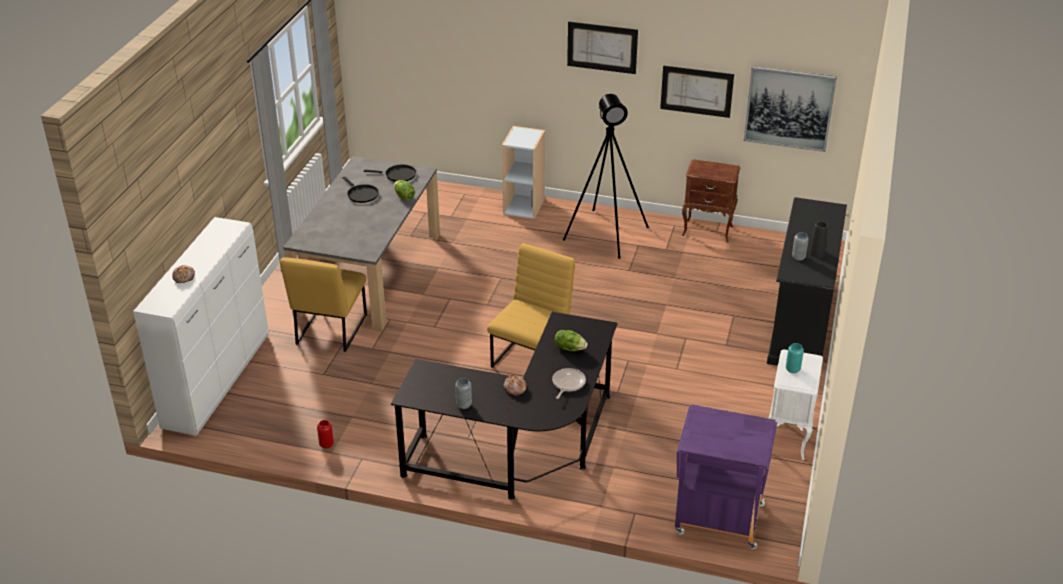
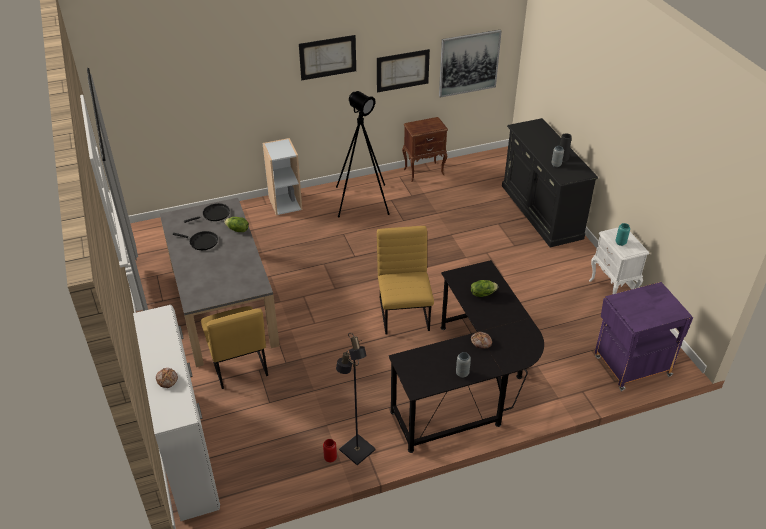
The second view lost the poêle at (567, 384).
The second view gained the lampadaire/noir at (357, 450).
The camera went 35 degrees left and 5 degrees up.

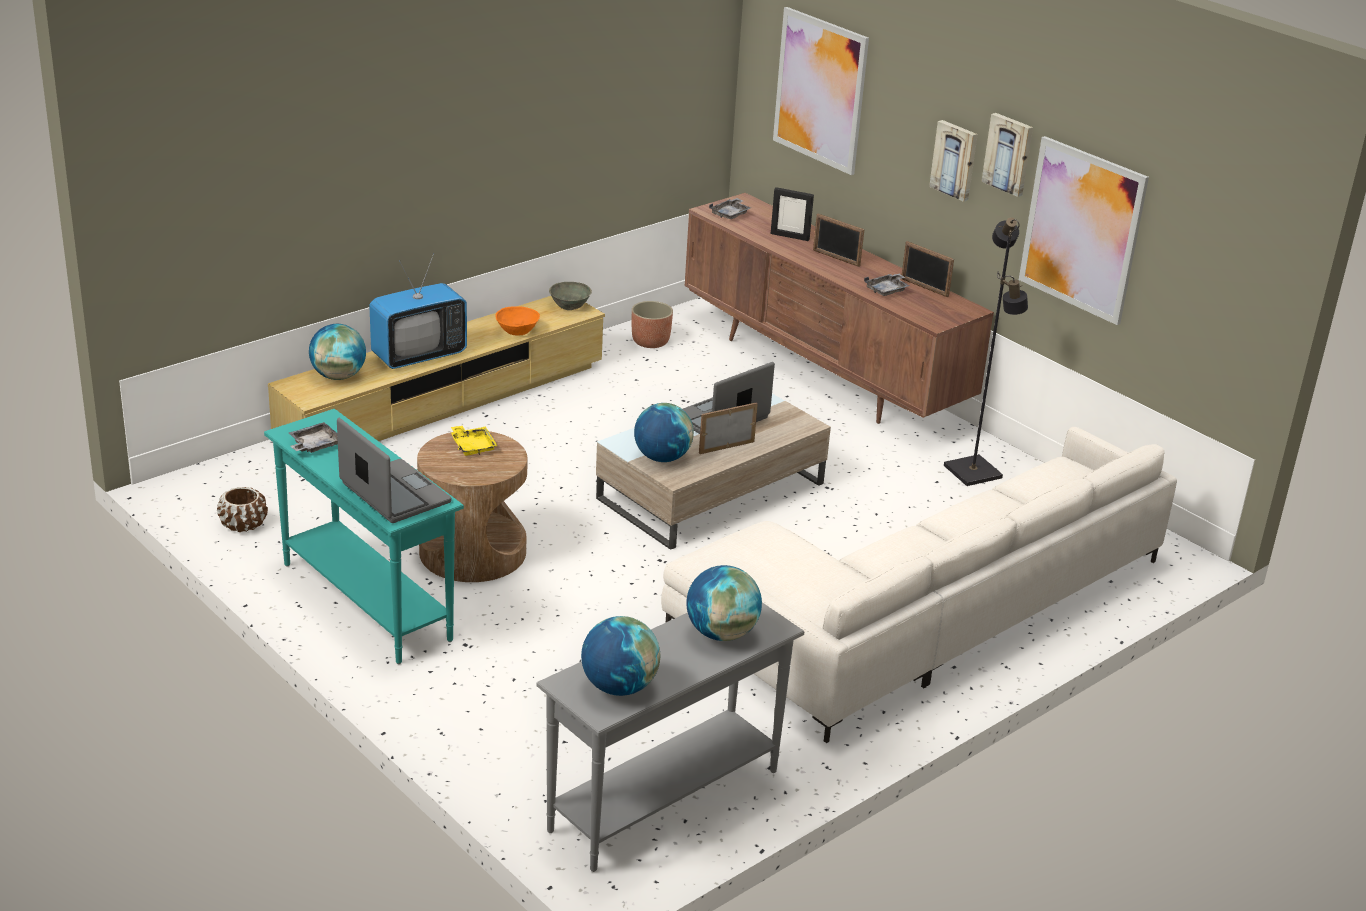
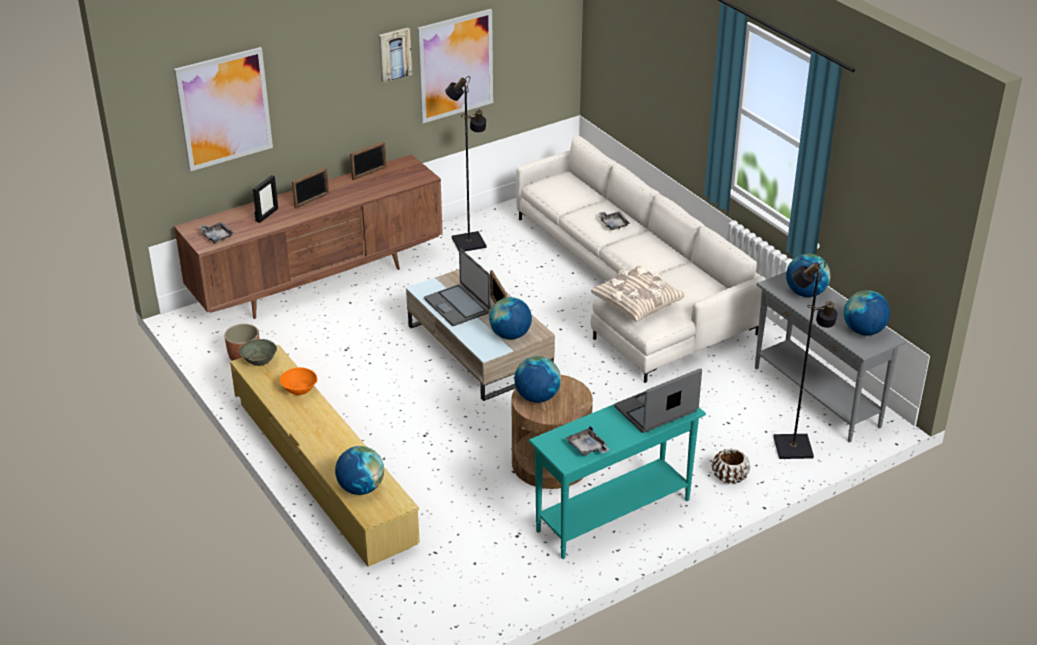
The cache-pot/marron ended up elsewhere, having gone from (243, 524) to (729, 476).
The second view lost the téléviseur at (419, 355).
Where the plateau/jaune stood at (472, 446), the globe came to stand at (537, 397).
The plateau/gris ended up elsewhere, having gone from (887, 290) to (613, 224).
The second view lost the tableau at (955, 160).
The second view gained the coussin/beige at (637, 305).
The second view gained the lampadaire/noir at (793, 447).
The camera went 80 degrees left and 5 degrees up.

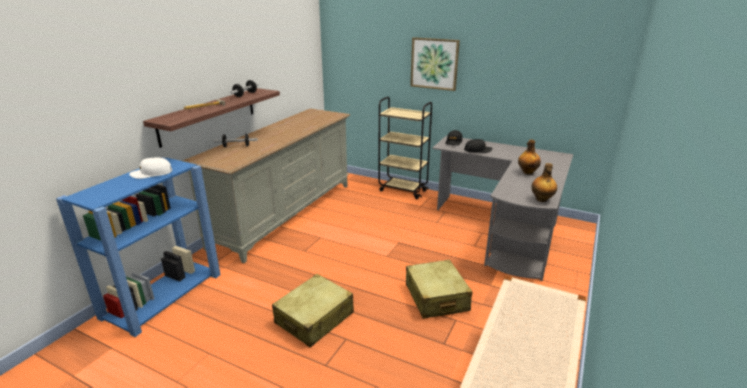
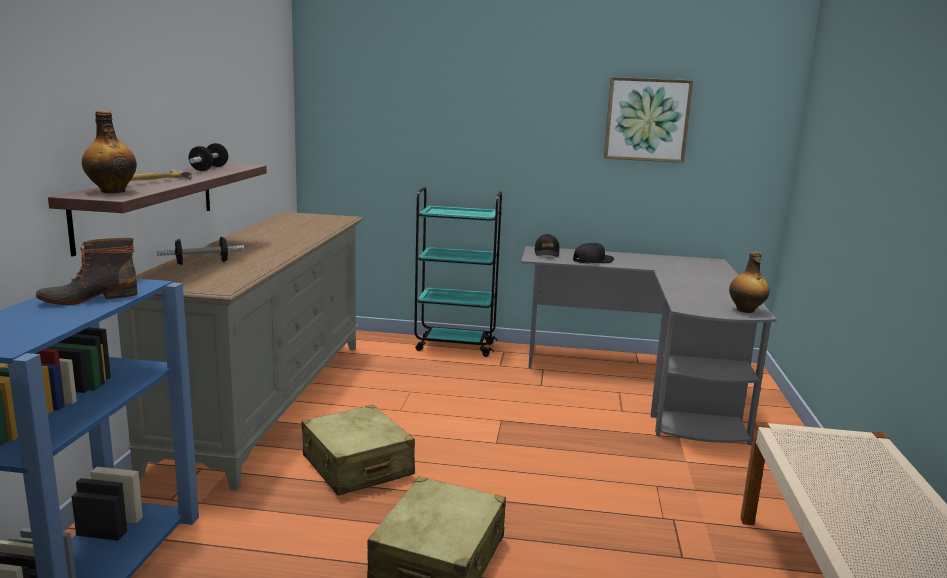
Where the casquette/blanc stood at (152, 173), the botte came to stand at (88, 298).
What was the chariot/beige at (403, 191) turned into the chariot/turquoise at (456, 347).
The valise/beige ended up elsewhere, having gone from (436, 298) to (357, 466).
The tableau ended up elsewhere, having gone from (434, 63) to (647, 119).
The bouteille ended up elsewhere, having gone from (527, 172) to (112, 191).
The camera went 20 degrees left and 10 degrees down.

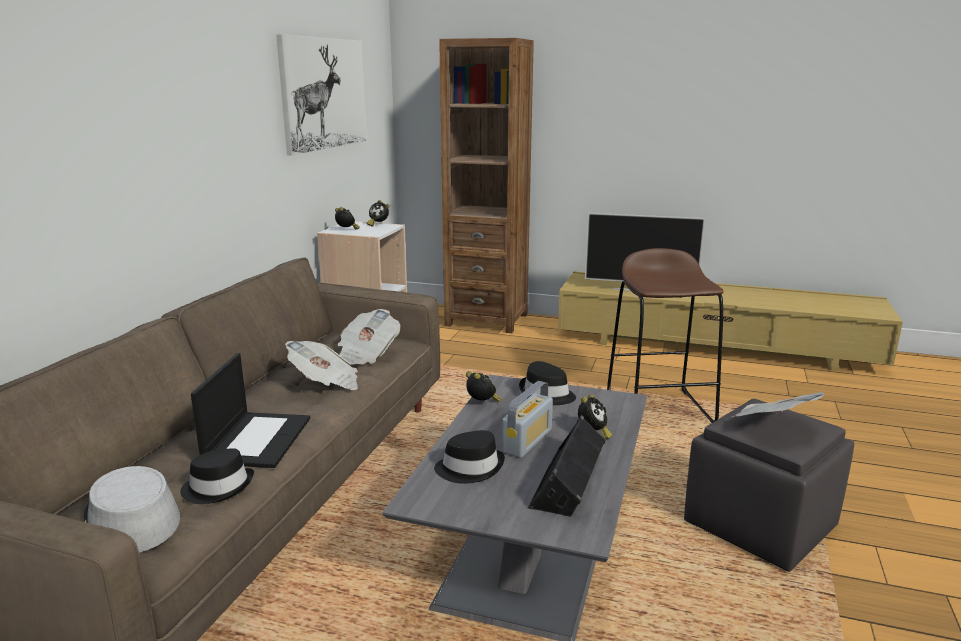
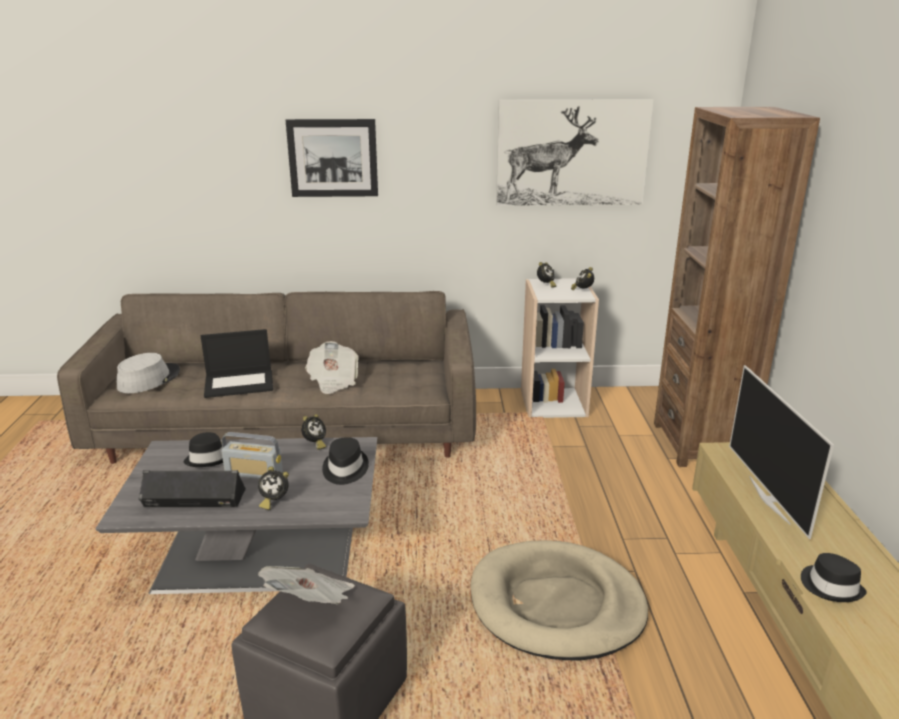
The chapeau/noir ended up elsewhere, having gone from (218, 487) to (831, 586).
The second view lost the journal at (366, 355).
Where the tabouret/marron stood at (659, 409), the panier pour chien/beige came to stand at (556, 604).
The second view gained the tableau at (333, 158).
The camera went 70 degrees right and 5 degrees up.

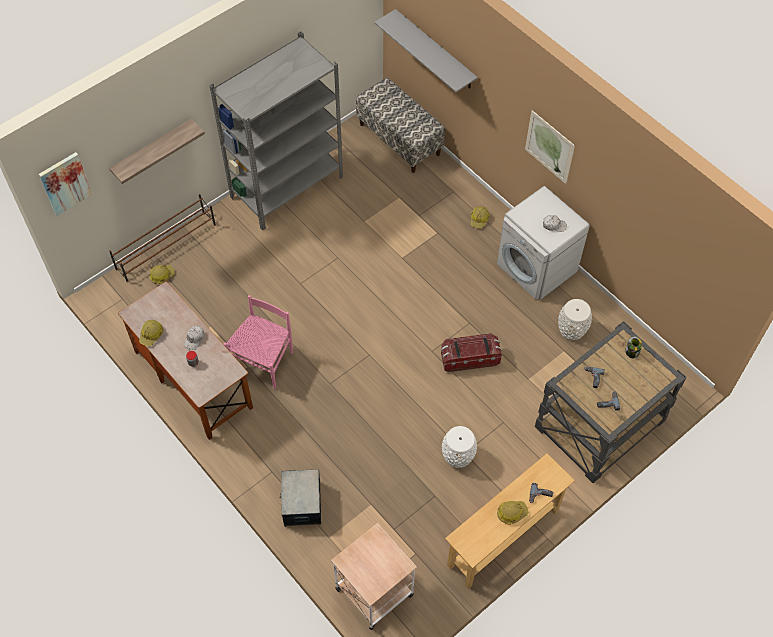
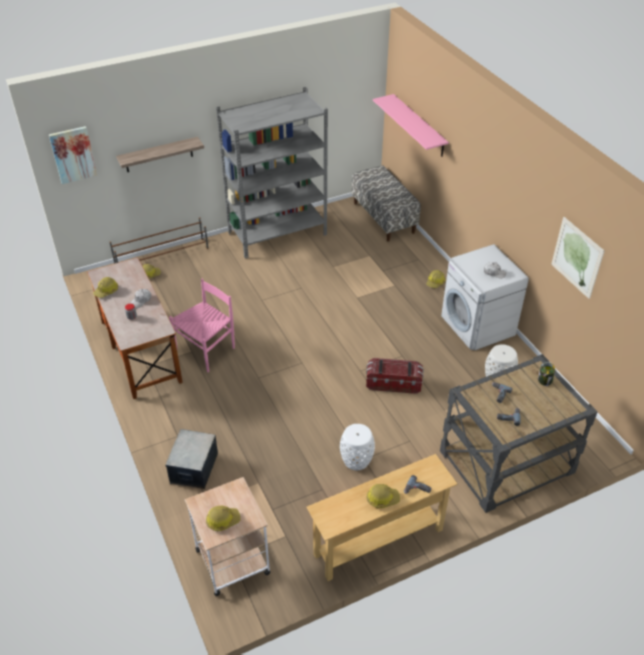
What was the étagère/gris at (435, 50) turned into the étagère/rose at (419, 126).
The tableau ended up elsewhere, having gone from (549, 147) to (577, 257).
The second view gained the casque de chantier at (222, 520).
The camera went 15 degrees right and 15 degrees down.

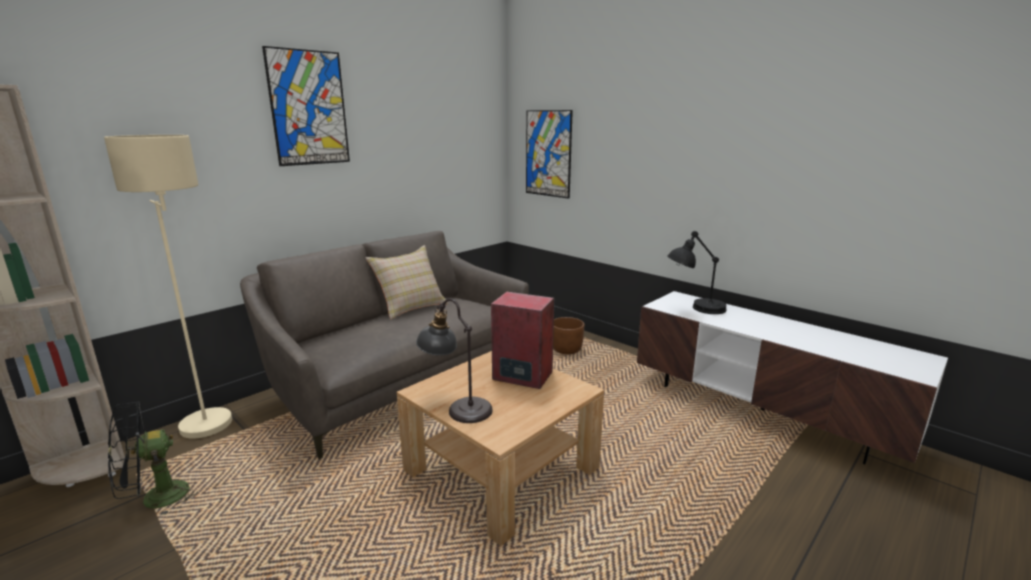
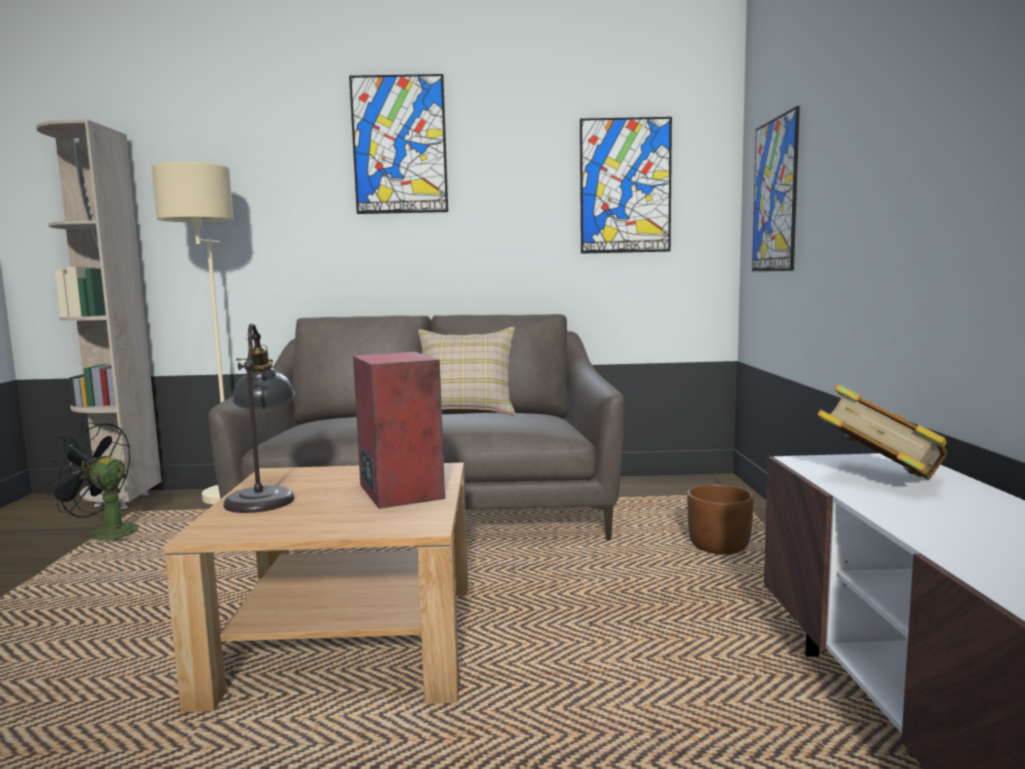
Where the lampe de table/noir stood at (695, 309), the livre came to stand at (880, 479).
The second view gained the tableau at (625, 186).
The camera went 45 degrees right and 10 degrees down.

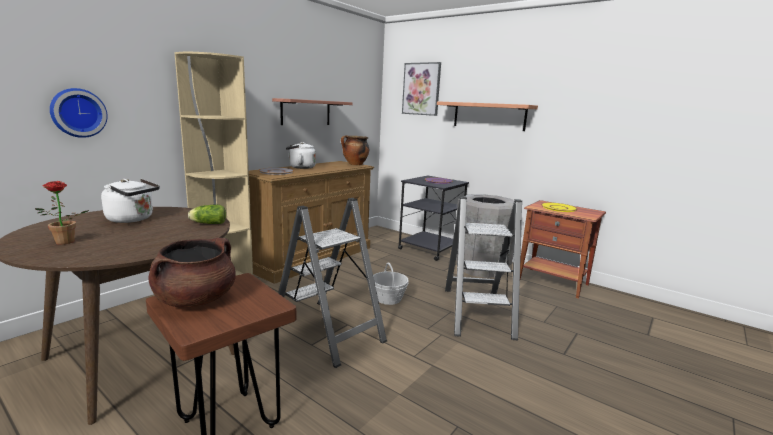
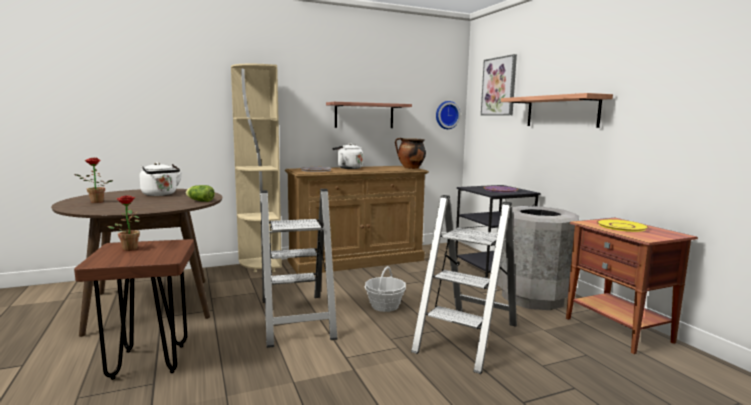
The horloge murale ended up elsewhere, having gone from (78, 113) to (446, 115).
Where the marmite/marron stood at (196, 300), the plante en pot came to stand at (129, 248).
The camera went 30 degrees right and 5 degrees down.

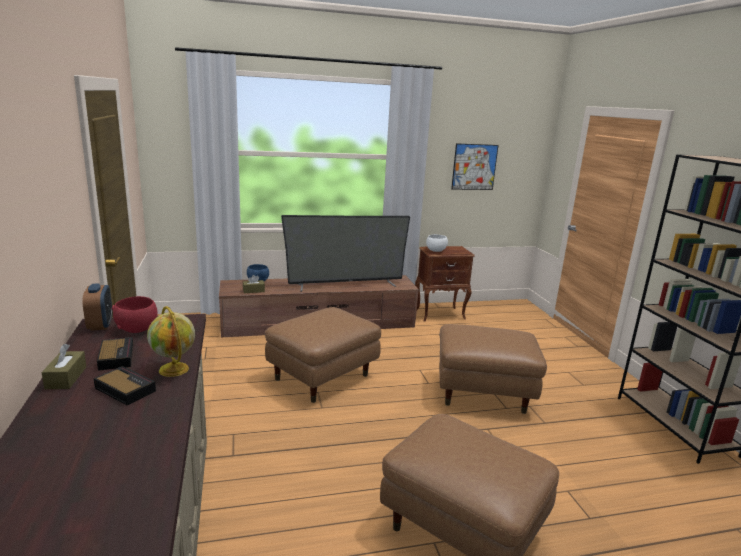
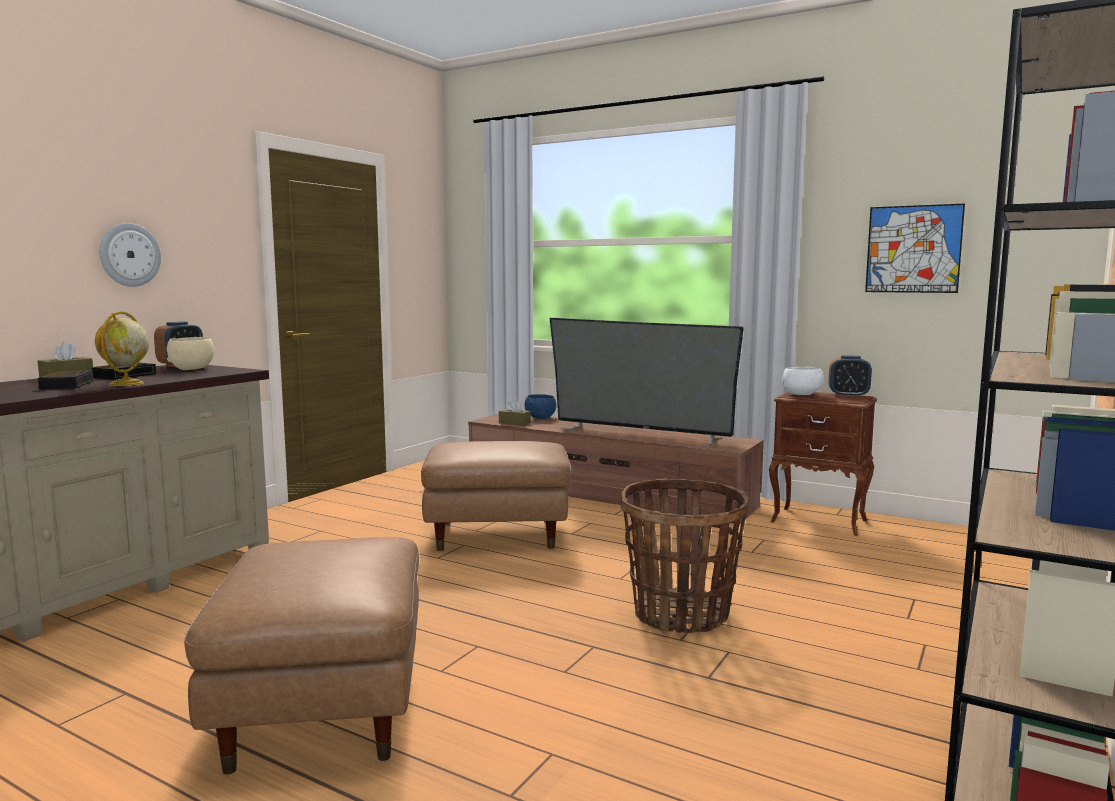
What was the bol/rouge at (137, 329) turned into the bol/beige at (192, 369).
Where the pouf/marron stood at (484, 393), the panier came to stand at (681, 614).
The second view gained the horloge murale at (129, 255).
The second view gained the réveil at (848, 395).
The camera went 45 degrees right and 10 degrees down.

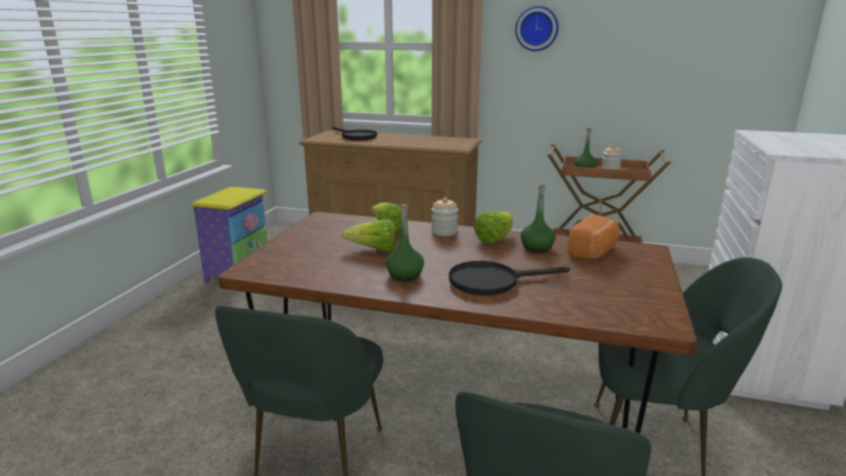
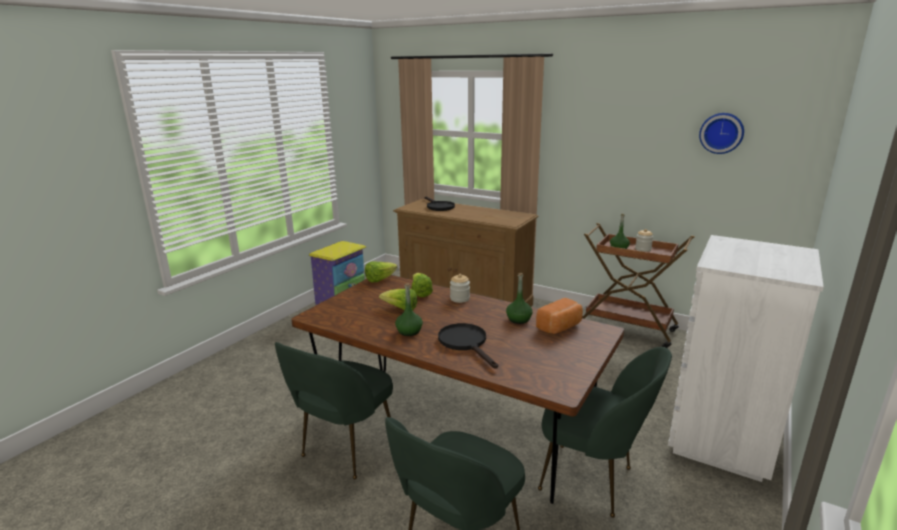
The poêle/noir at (492, 281) ended up facing another way, 60 degrees clockwise from before.
The laitue ended up elsewhere, having gone from (494, 239) to (380, 279).
The horloge murale ended up elsewhere, having gone from (537, 28) to (721, 133).
The camera went 15 degrees right and 0 degrees up.

